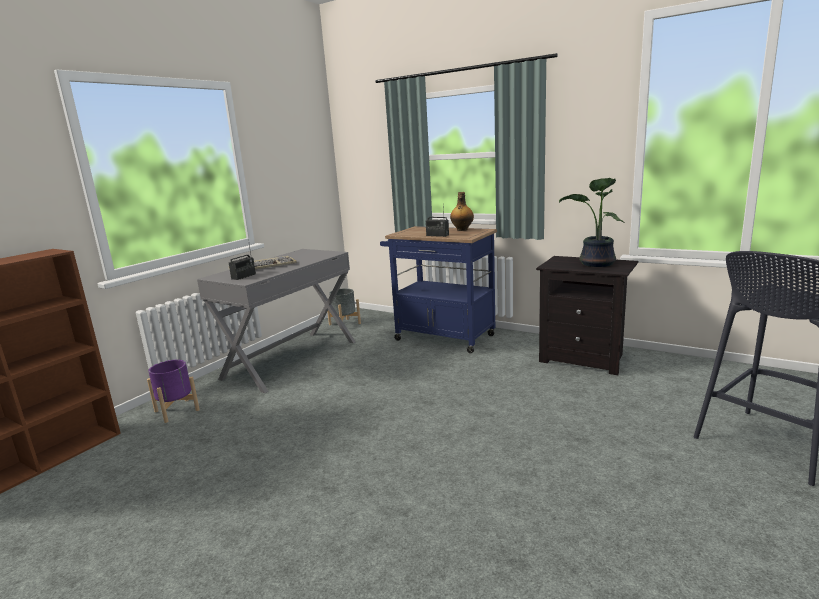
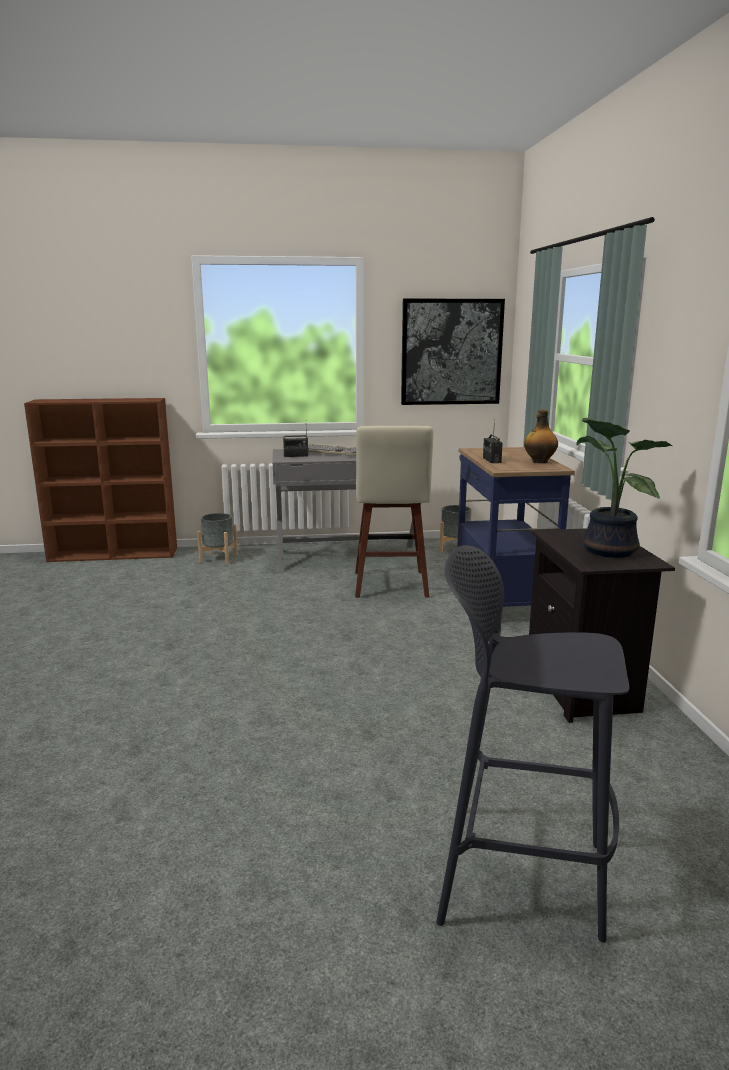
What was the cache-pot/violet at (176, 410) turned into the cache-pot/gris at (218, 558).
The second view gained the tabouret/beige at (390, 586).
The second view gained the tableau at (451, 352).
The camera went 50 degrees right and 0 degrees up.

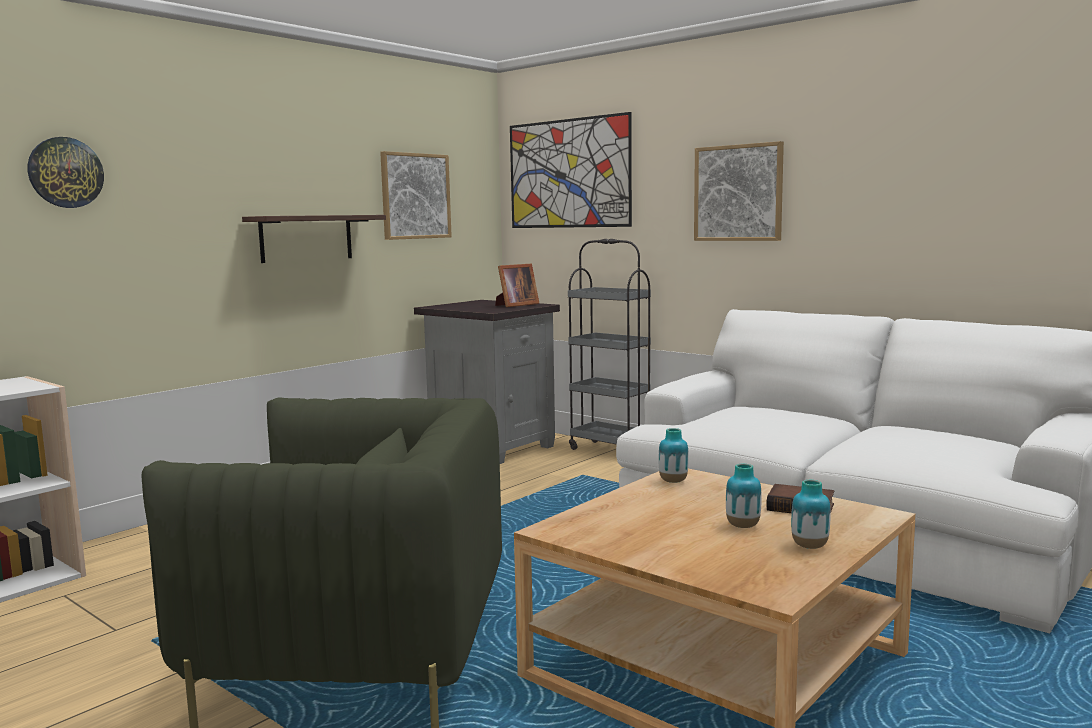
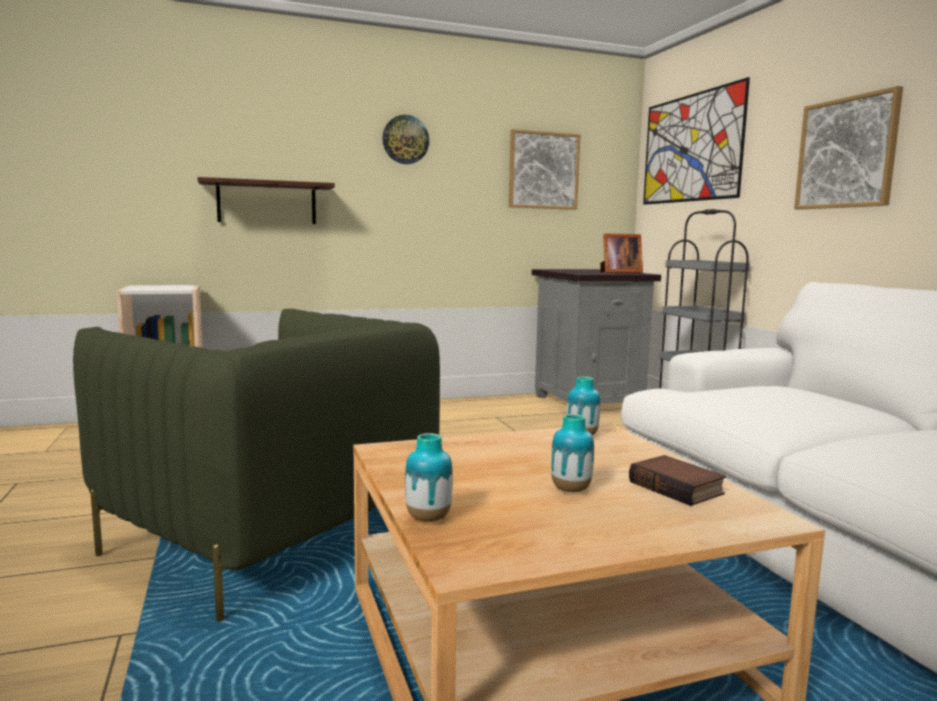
The horloge murale ended up elsewhere, having gone from (65, 172) to (405, 139).
The étagère ended up elsewhere, having gone from (306, 238) to (267, 203).
The vase ended up elsewhere, having gone from (809, 546) to (428, 518).
The camera went 30 degrees right and 0 degrees up.

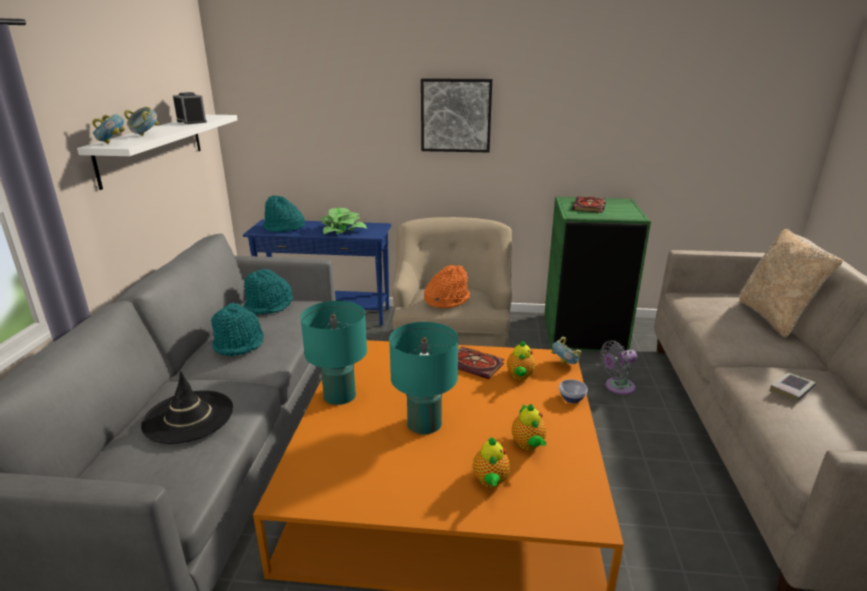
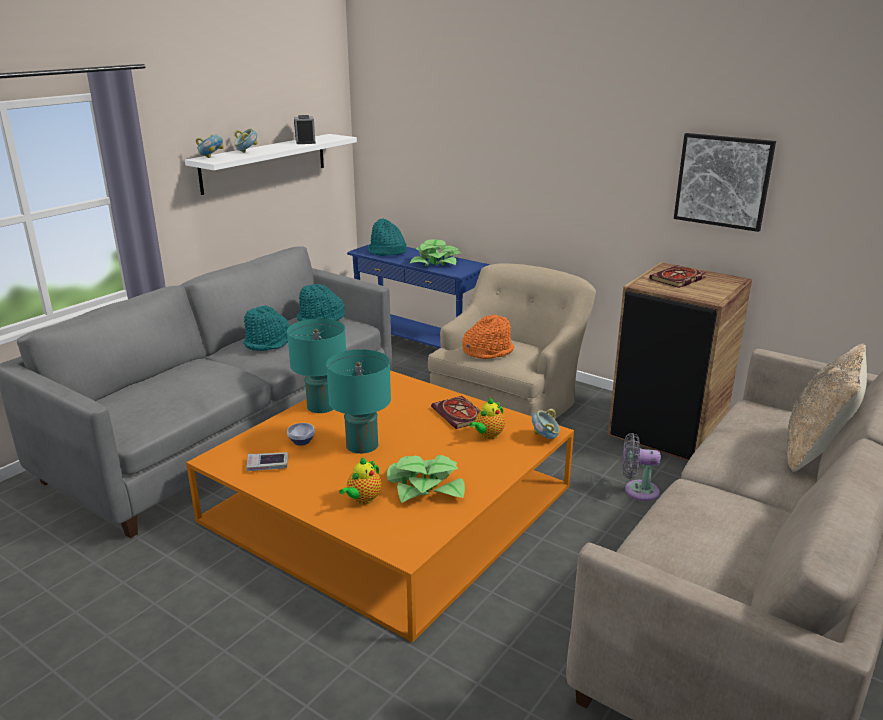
The second view lost the chapeau/noir at (188, 417).
The tableau ended up elsewhere, having gone from (456, 115) to (723, 181).
Where the théière stood at (528, 445), the plante en pot came to stand at (425, 486).
What was the meuble de rangement/vert at (584, 332) turned into the meuble de rangement/marron at (668, 430).
The bol ended up elsewhere, having gone from (571, 398) to (302, 441).
The livre ended up elsewhere, having gone from (791, 390) to (267, 465).
The camera went 30 degrees right and 0 degrees up.

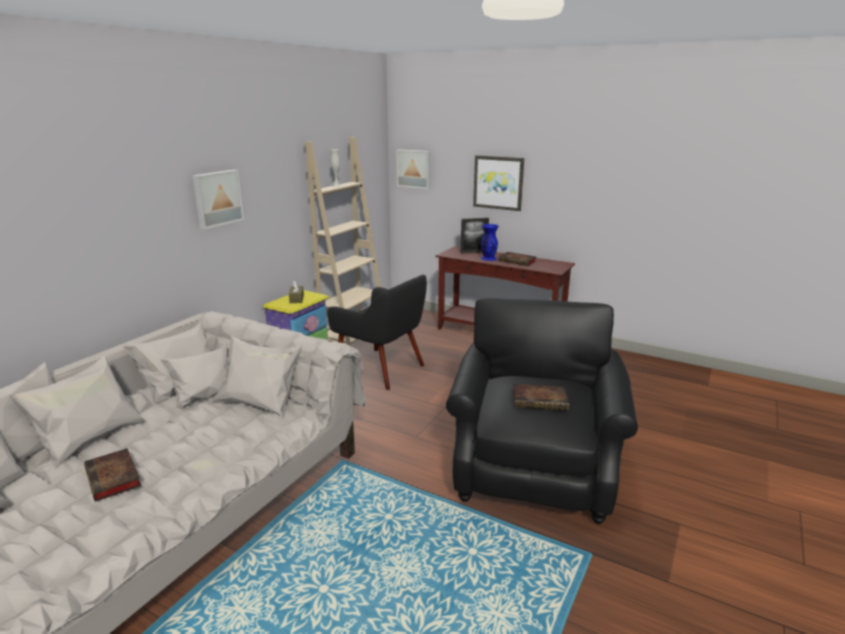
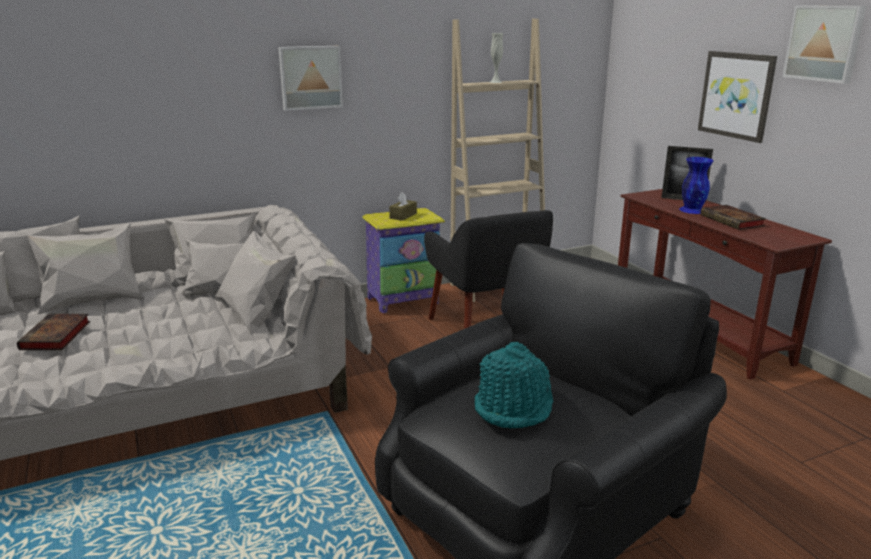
The tableau ended up elsewhere, having gone from (414, 168) to (824, 43).
Where the livre stood at (541, 400), the chapeau/turquoise came to stand at (514, 407).
The camera went 35 degrees right and 0 degrees up.

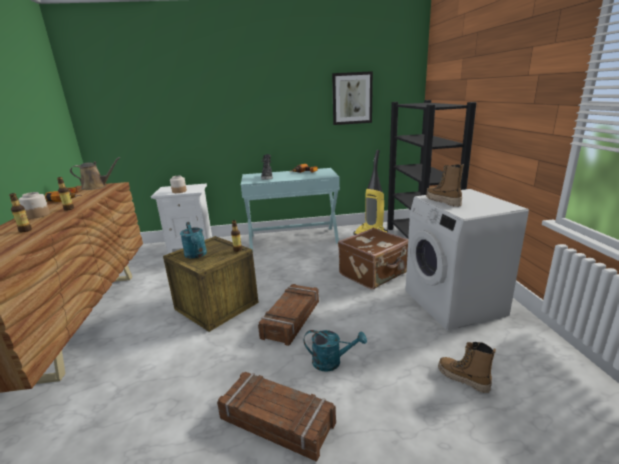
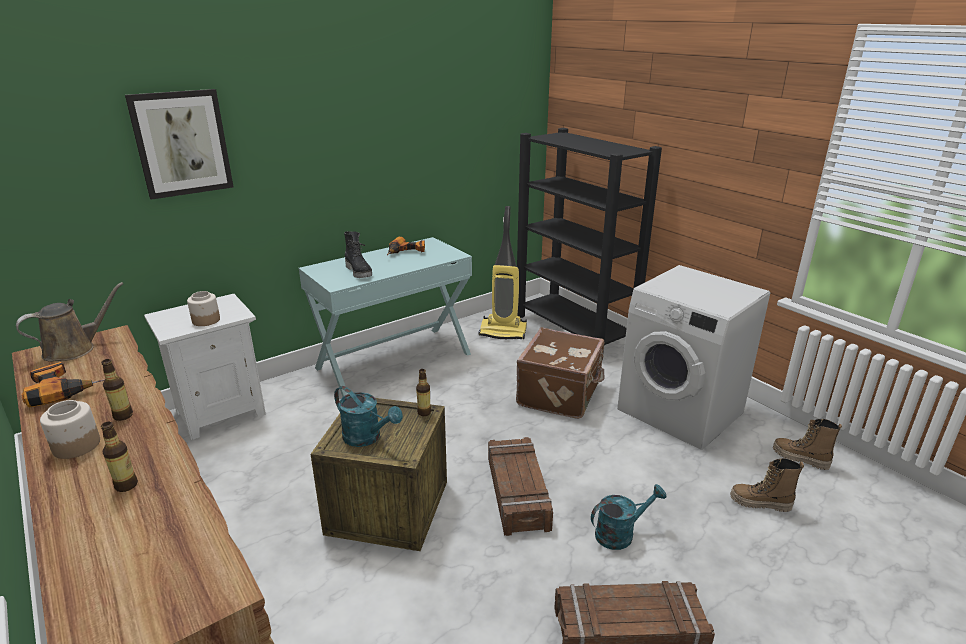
The tableau ended up elsewhere, having gone from (352, 98) to (182, 143).
The botte ended up elsewhere, having gone from (443, 201) to (800, 459).
The camera went 30 degrees left and 5 degrees up.

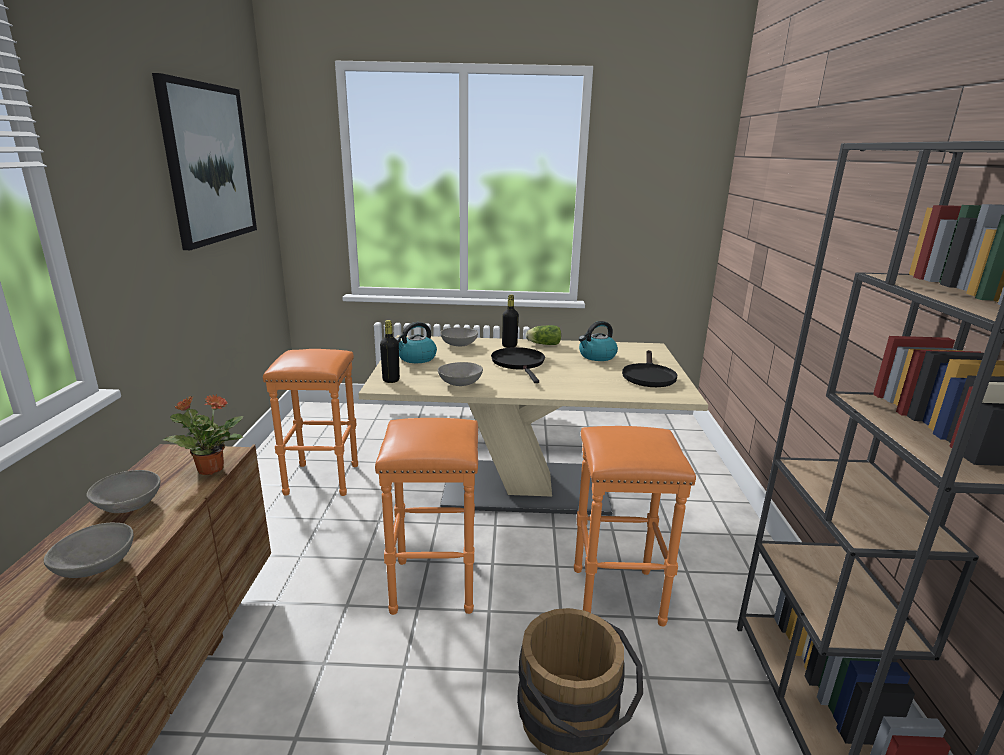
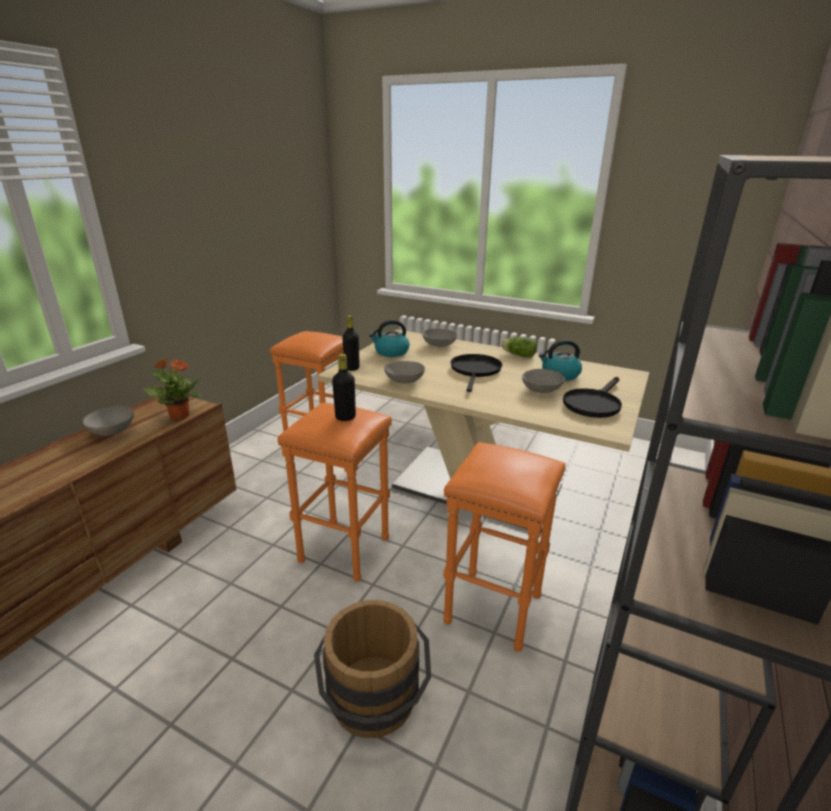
The bol/gris ended up elsewhere, having gone from (96, 566) to (542, 390).
The second view lost the tableau at (209, 164).
The bouteille/noir ended up elsewhere, having gone from (509, 346) to (345, 417).
The camera went 25 degrees right and 5 degrees up.

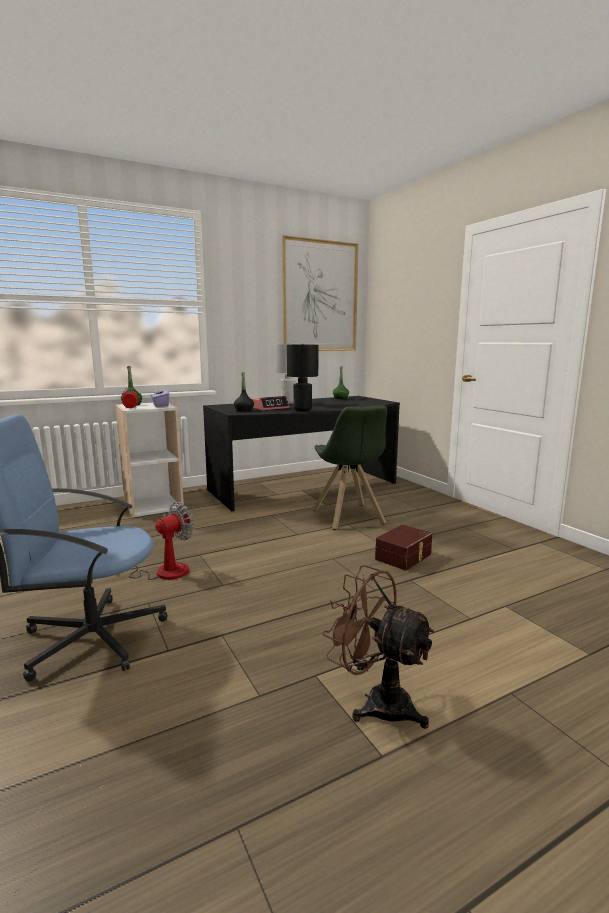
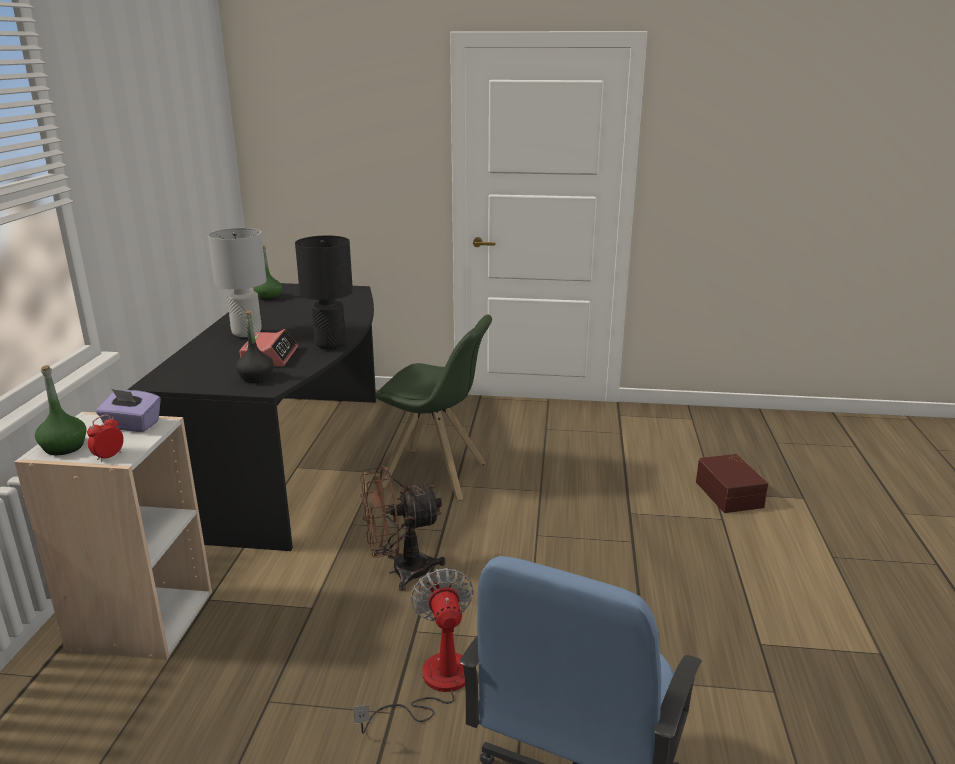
The second view lost the tableau at (320, 296).
The ventilateur/marron ended up elsewhere, having gone from (377, 701) to (400, 571).
The boîte de rangement/marron ended up elsewhere, having gone from (404, 557) to (730, 494).
The camera went 55 degrees left and 10 degrees up.

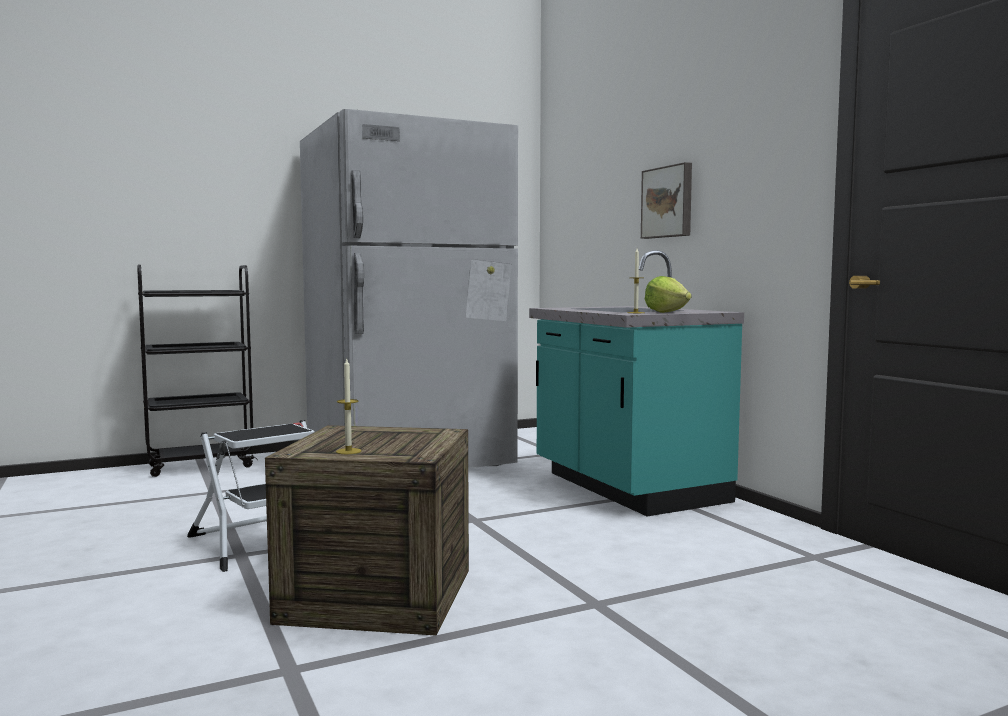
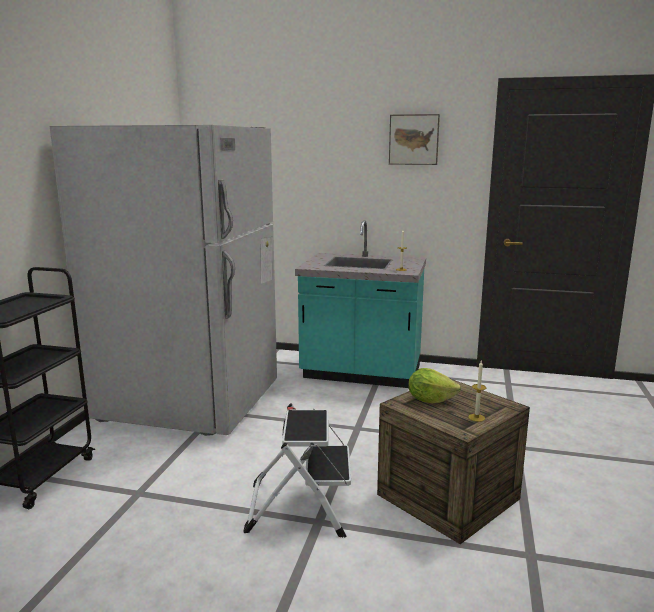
The tableau ended up elsewhere, having gone from (668, 202) to (414, 139).
The laitue ended up elsewhere, having gone from (666, 312) to (430, 400).
The camera went 50 degrees left and 10 degrees up.

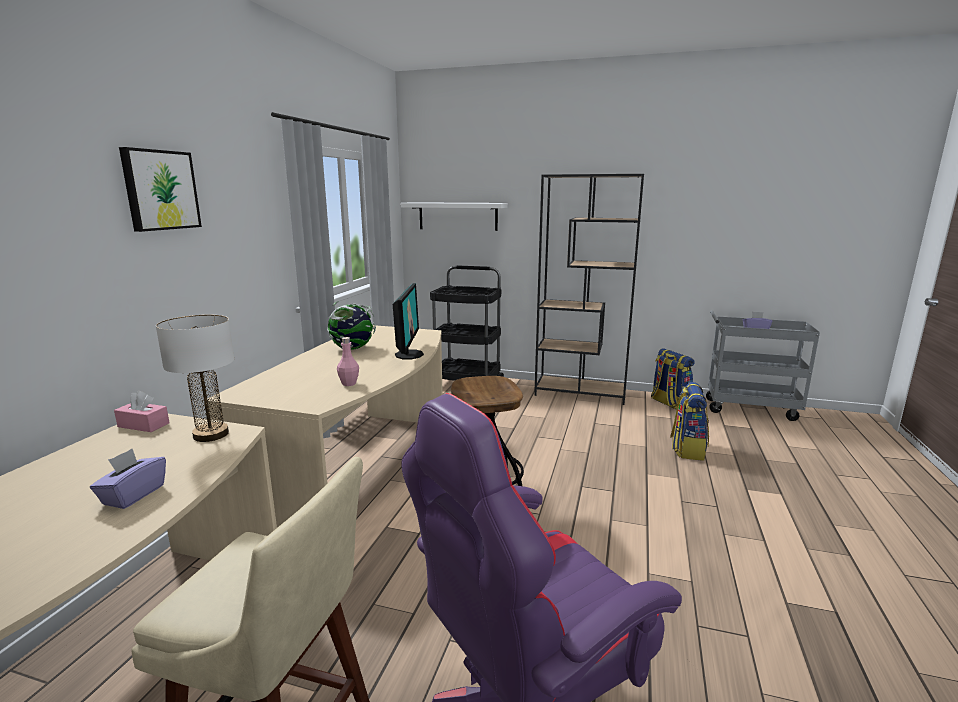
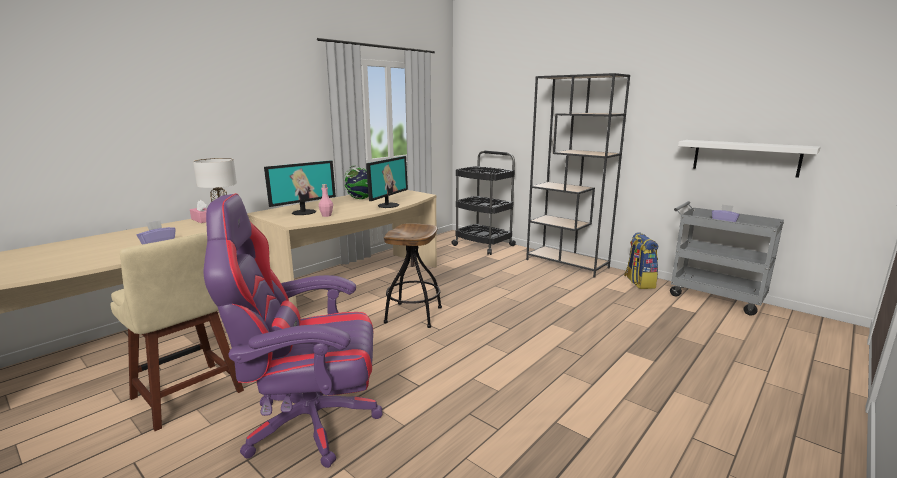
The second view lost the tableau at (160, 190).
The étagère/blanc ended up elsewhere, having gone from (458, 216) to (745, 157).
The second view lost the sac à dos at (687, 449).
The second view gained the écran d'ordinateur at (304, 212).
The camera went 25 degrees right and 0 degrees up.

